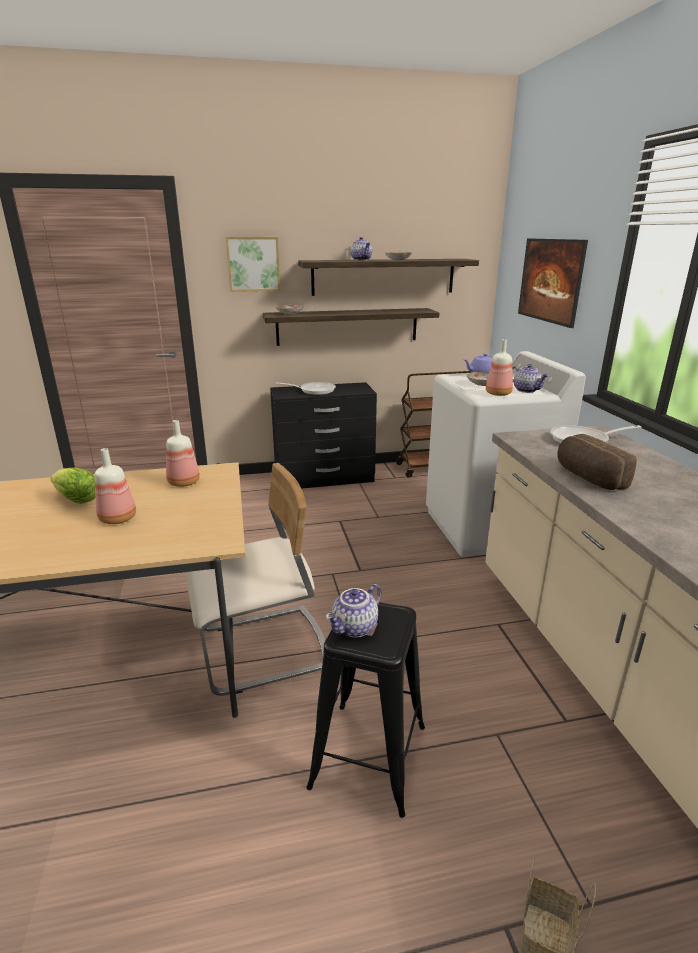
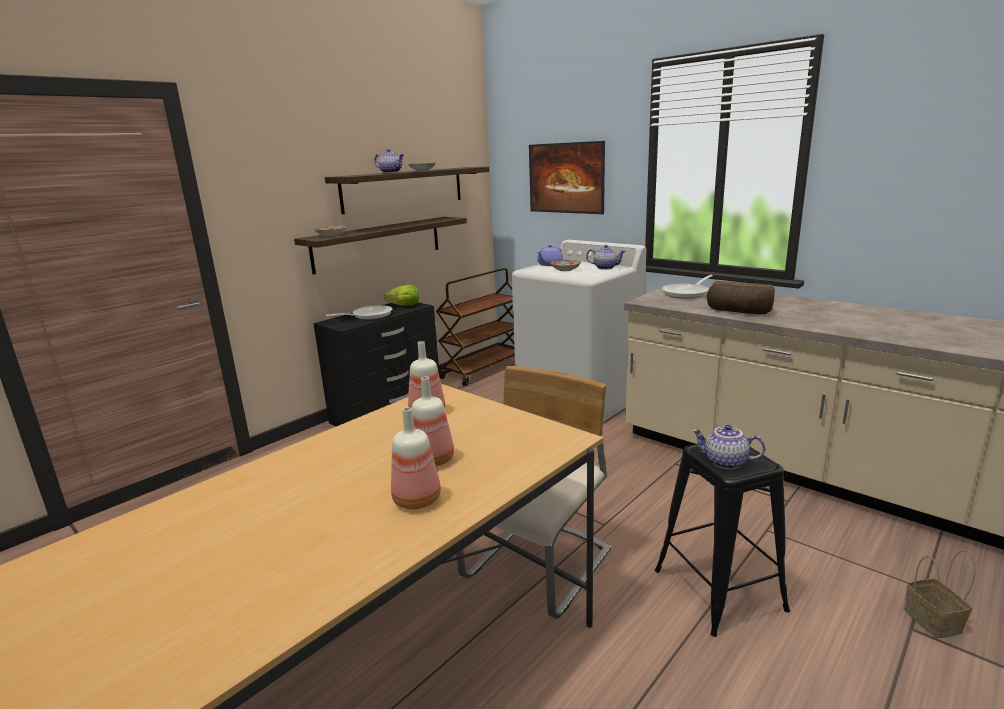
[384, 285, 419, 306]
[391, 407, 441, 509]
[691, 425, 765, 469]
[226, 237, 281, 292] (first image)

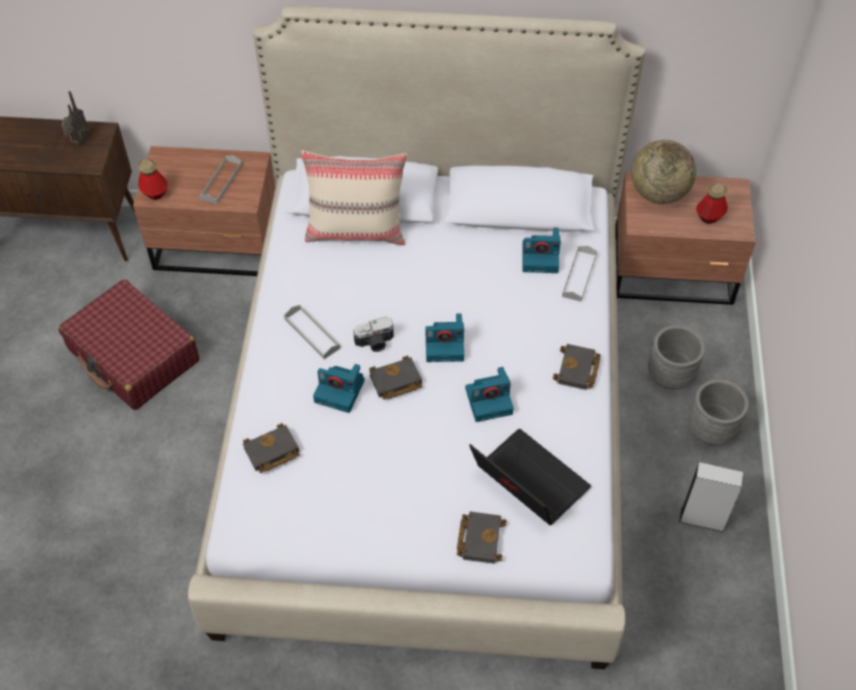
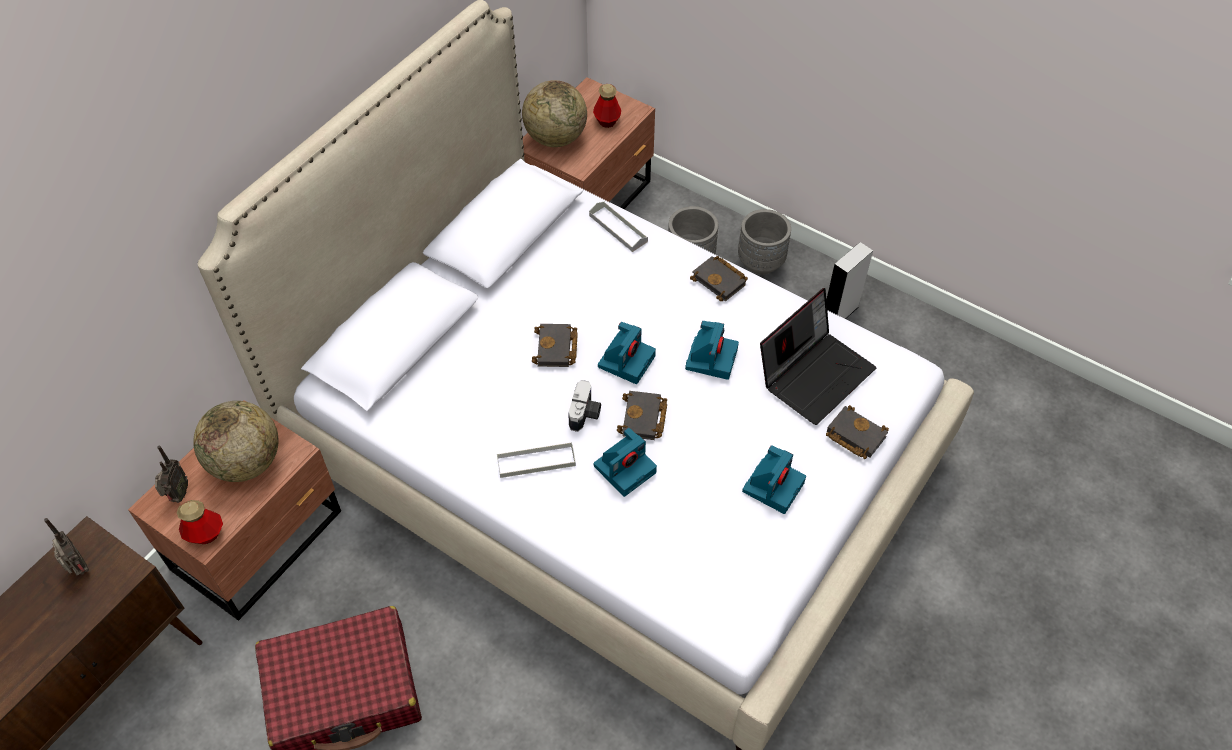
[155, 446, 188, 503]
[193, 401, 279, 482]
[532, 324, 578, 367]
[742, 445, 806, 514]
[760, 288, 876, 425]
[301, 151, 407, 245] (first image)

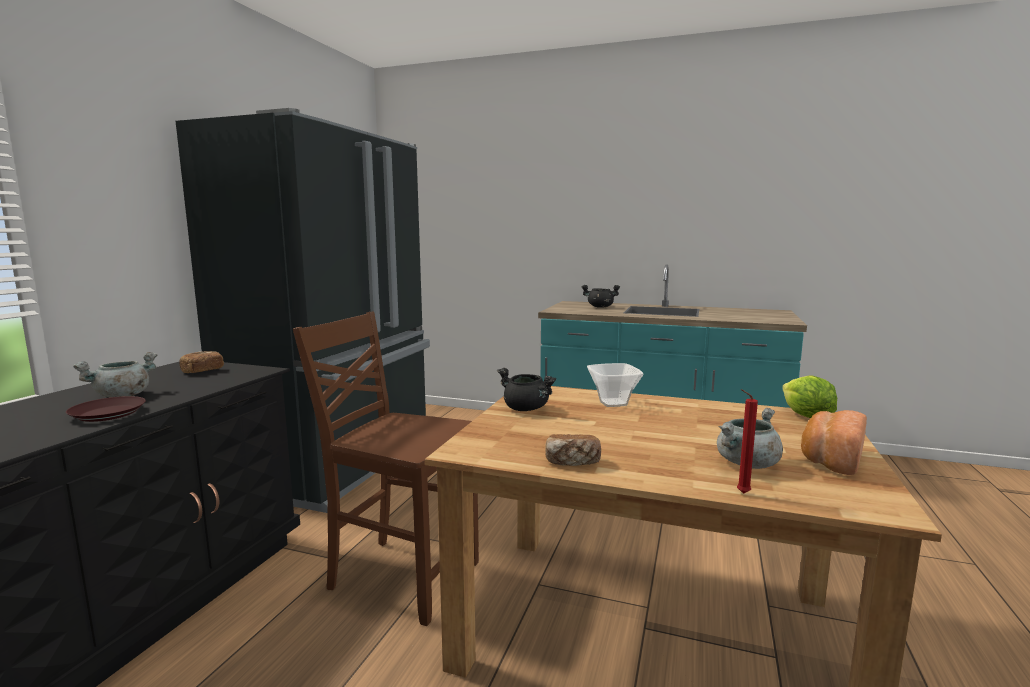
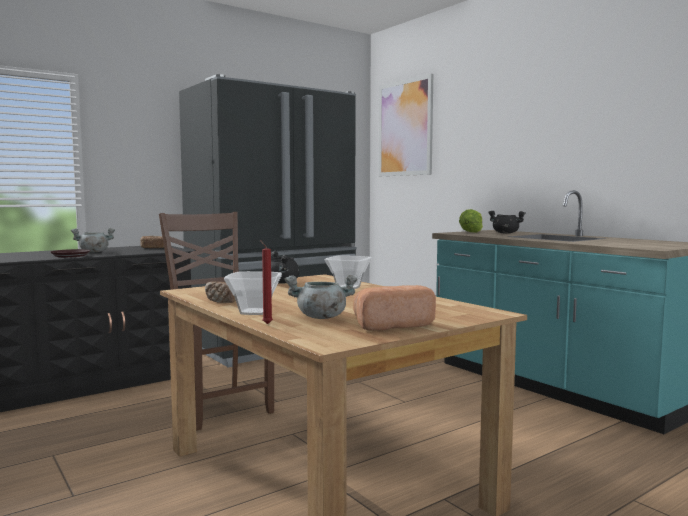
[224, 271, 282, 315]
[379, 74, 433, 176]
[459, 209, 483, 233]

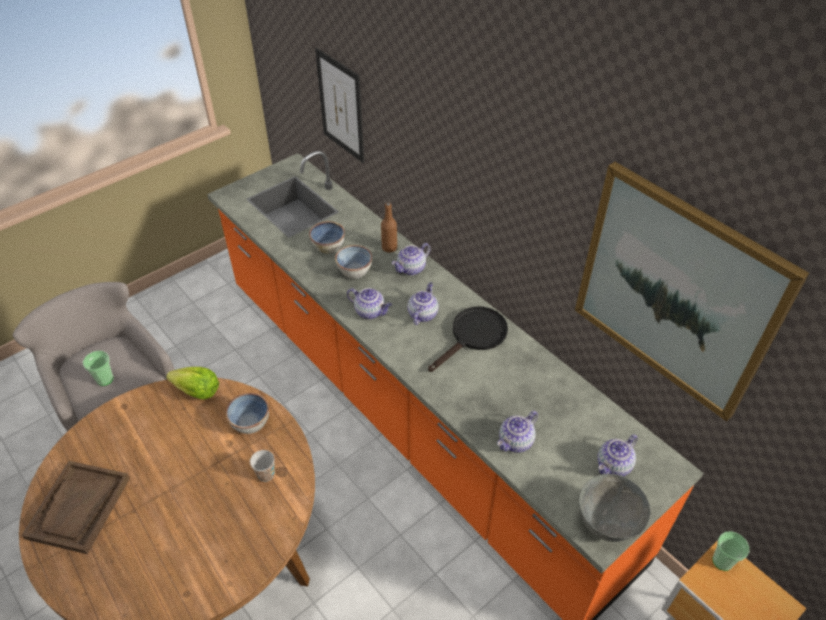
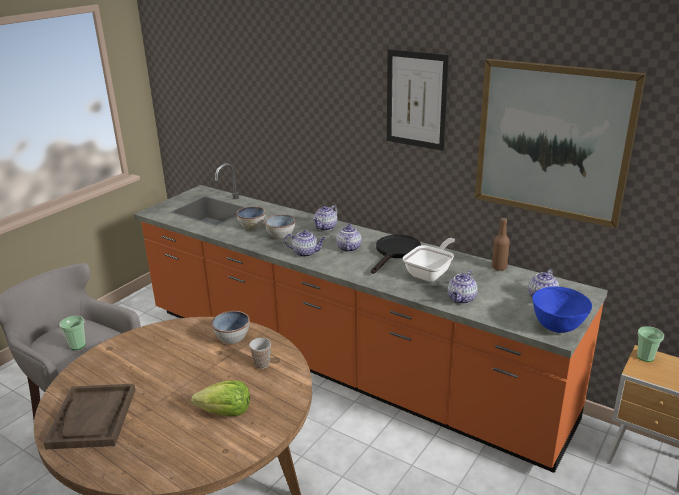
[191, 381, 250, 416]
[387, 49, 449, 151]
[403, 238, 455, 282]
[492, 218, 510, 271]
[532, 286, 592, 333]

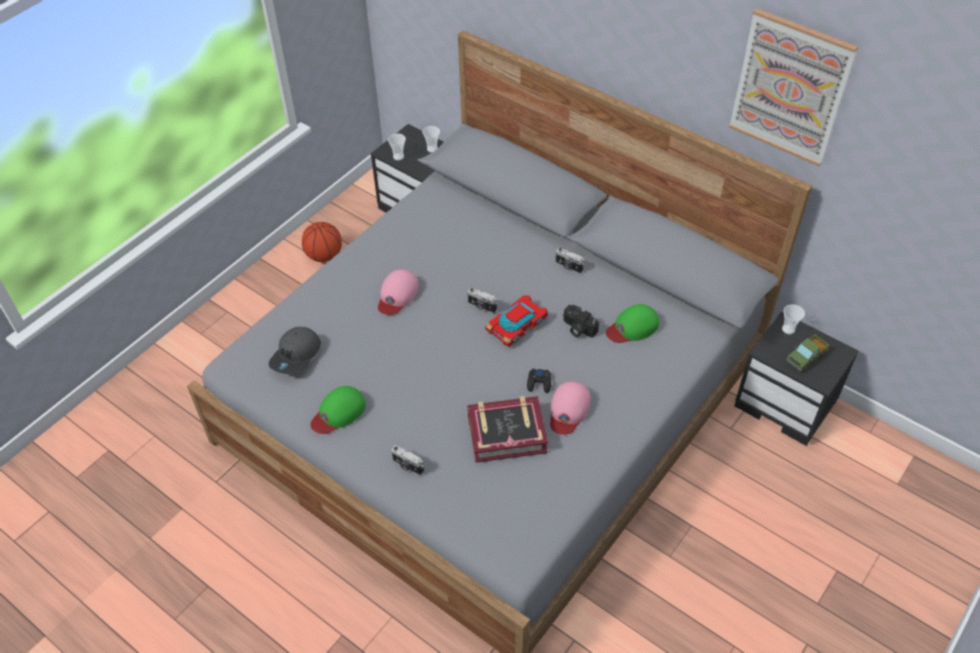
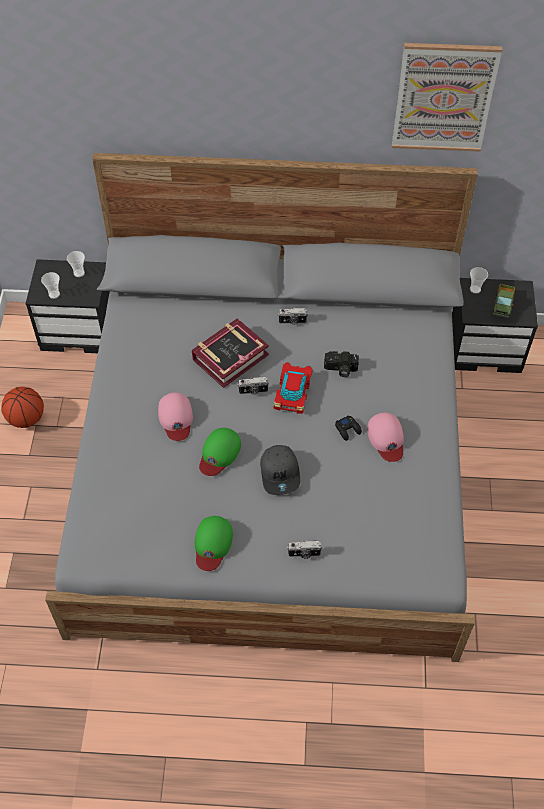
[192, 318, 269, 388]
[199, 428, 241, 476]
[260, 445, 300, 495]

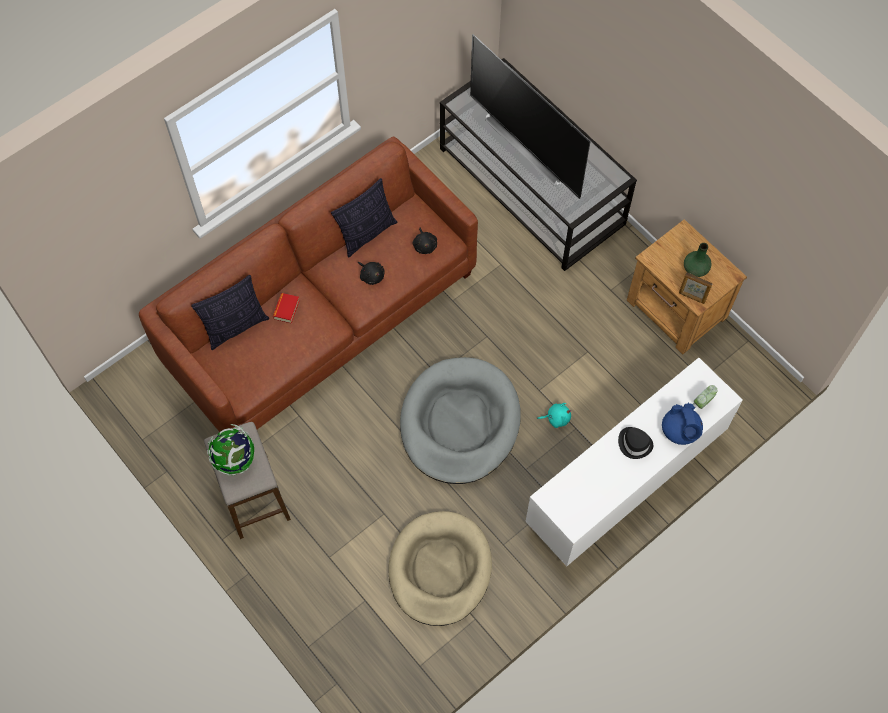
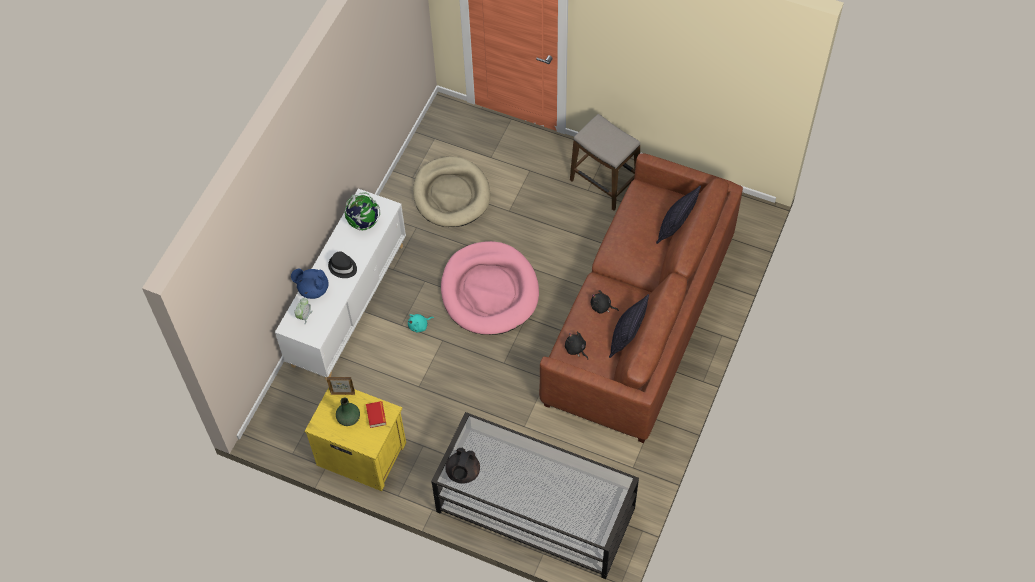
[291, 269, 329, 299]
[304, 387, 406, 491]
[345, 192, 380, 230]
[366, 401, 386, 428]
[441, 241, 539, 335]
[445, 447, 480, 484]
[470, 34, 590, 199] (first image)

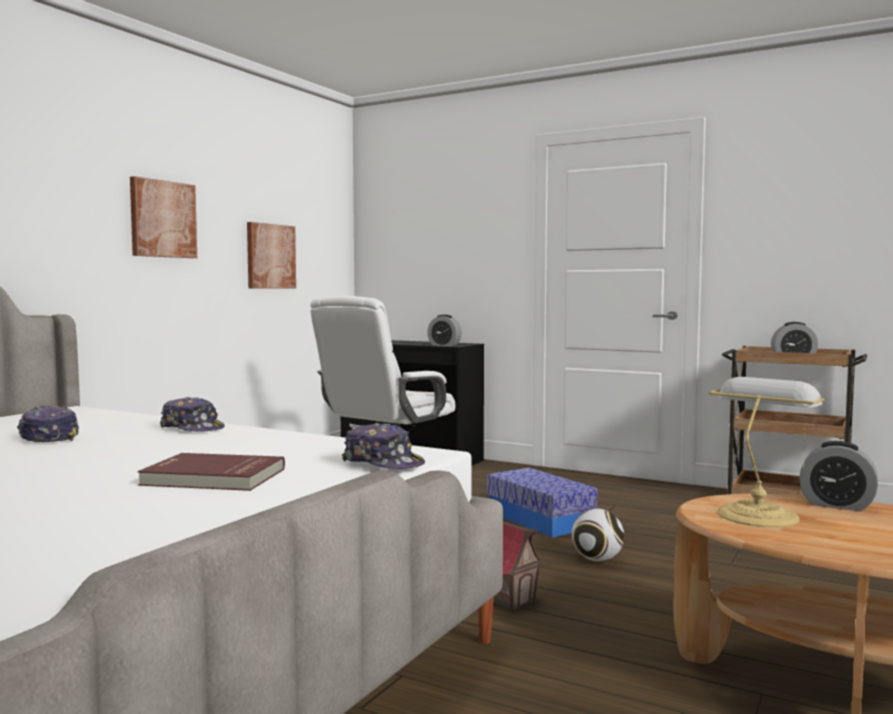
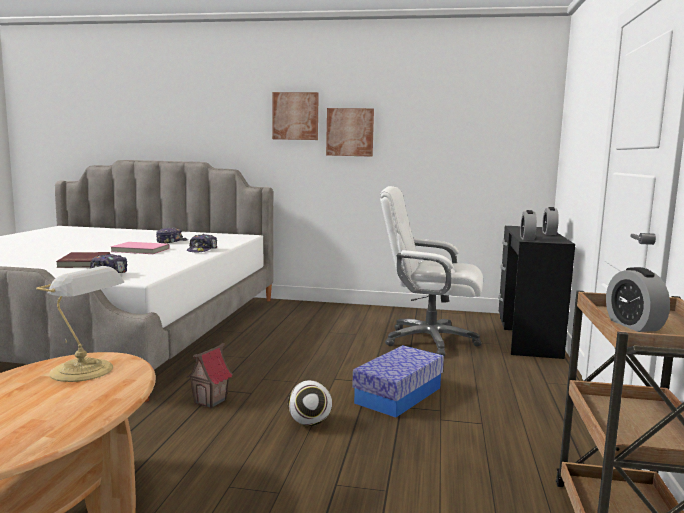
[111, 242, 170, 254]
[272, 92, 319, 140]
[542, 207, 559, 235]

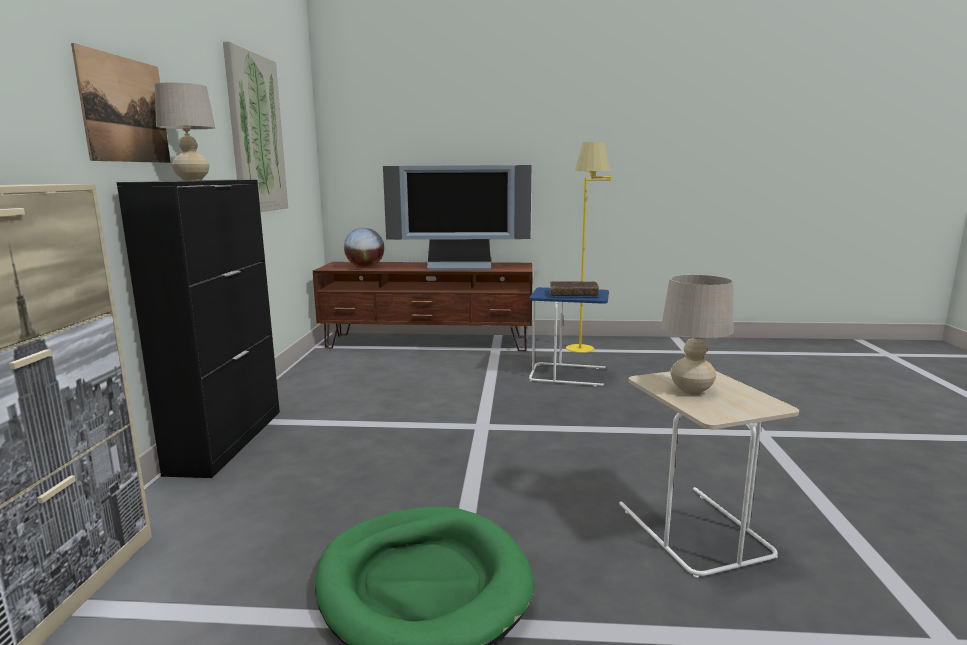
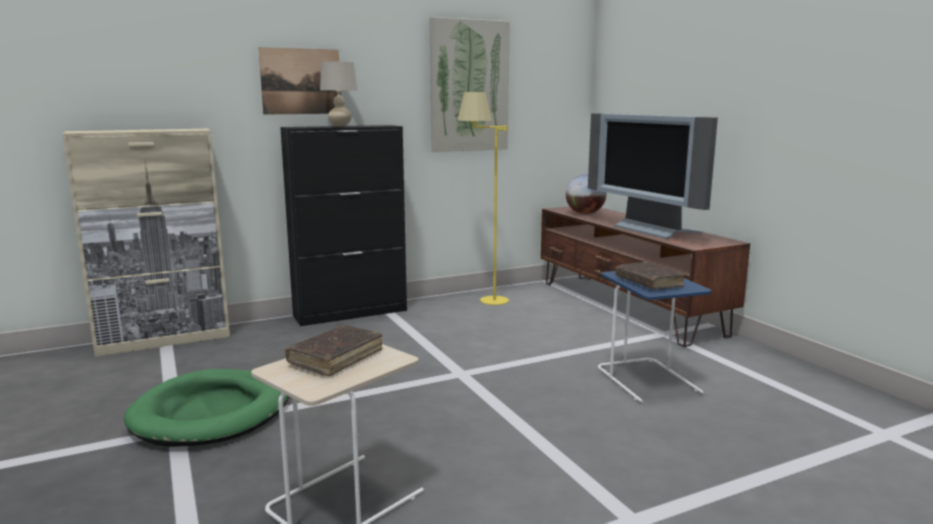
[285, 326, 382, 376]
[457, 92, 509, 305]

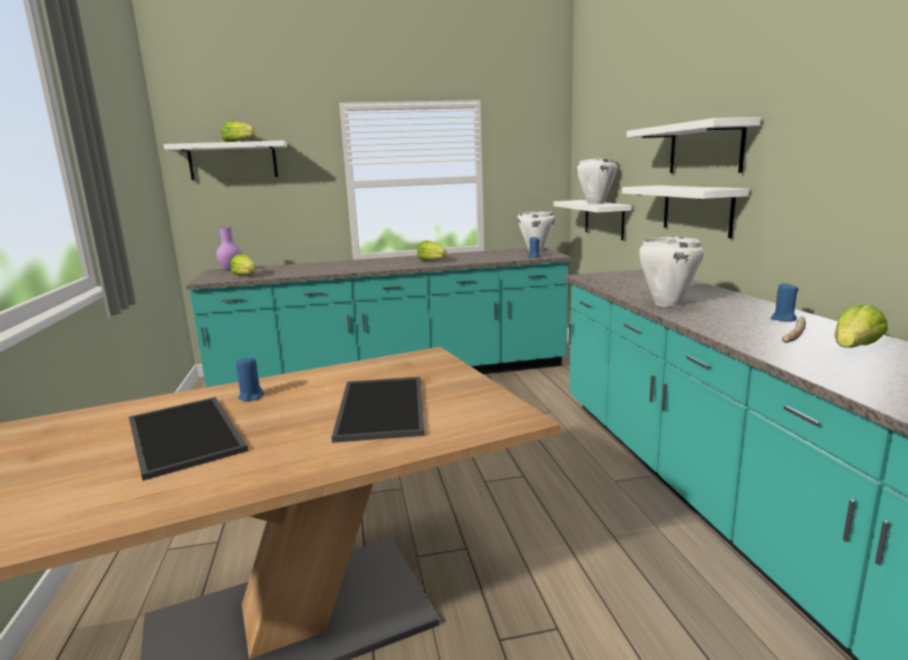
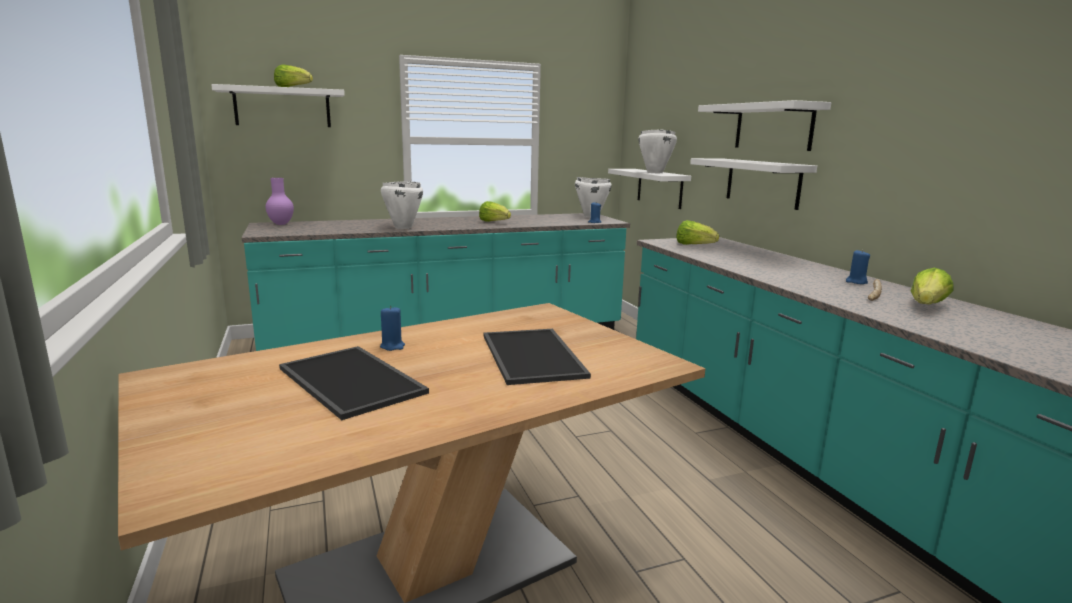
[381, 181, 423, 229]
[676, 220, 719, 245]

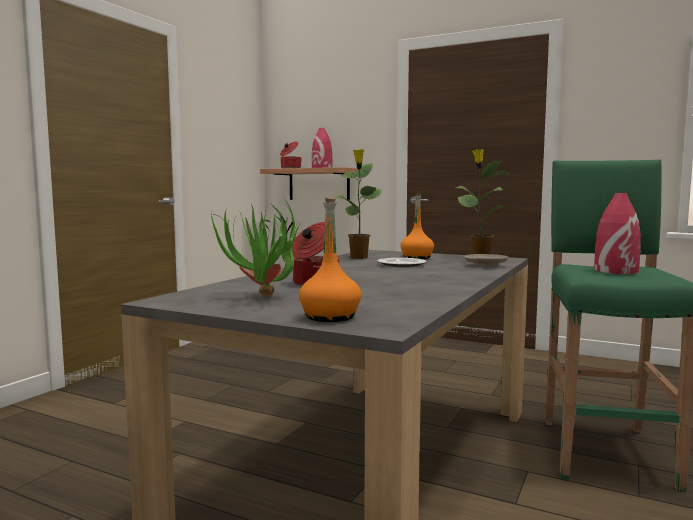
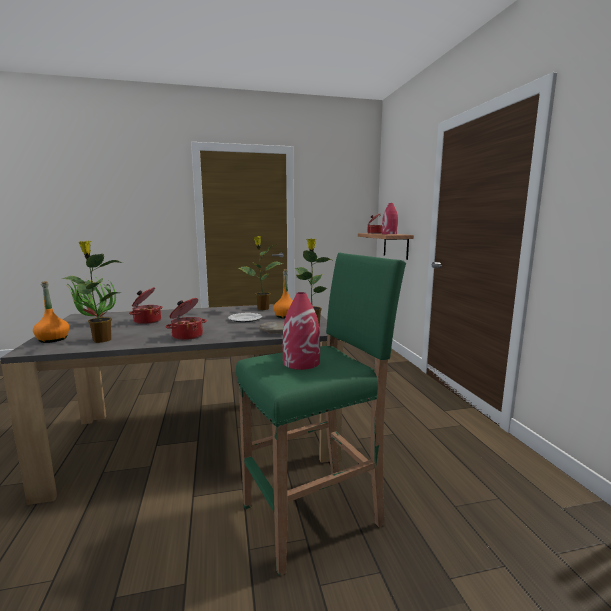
[61, 241, 123, 343]
[165, 298, 207, 340]

